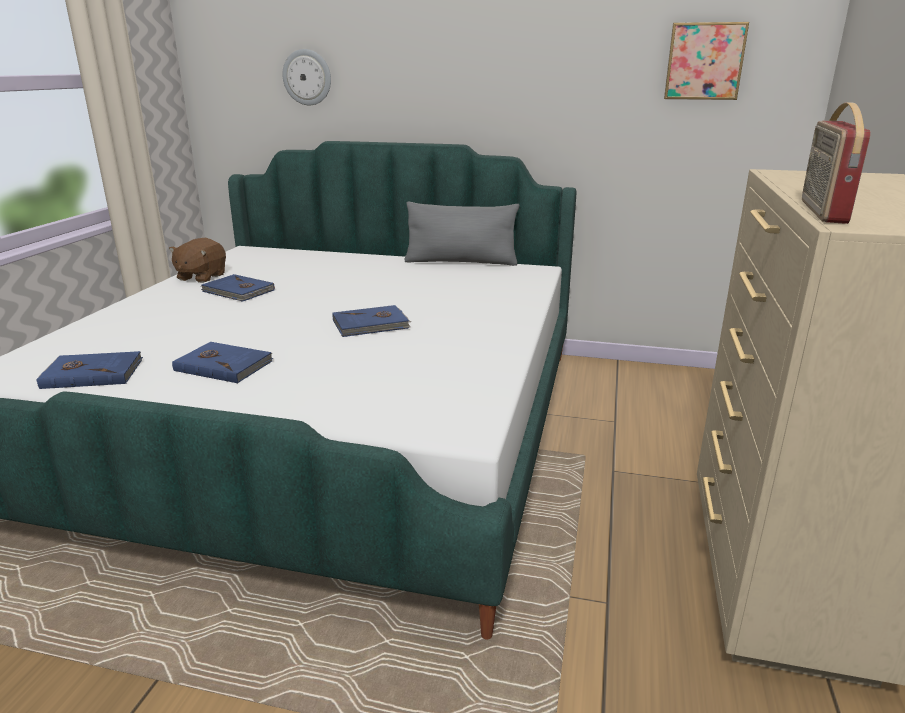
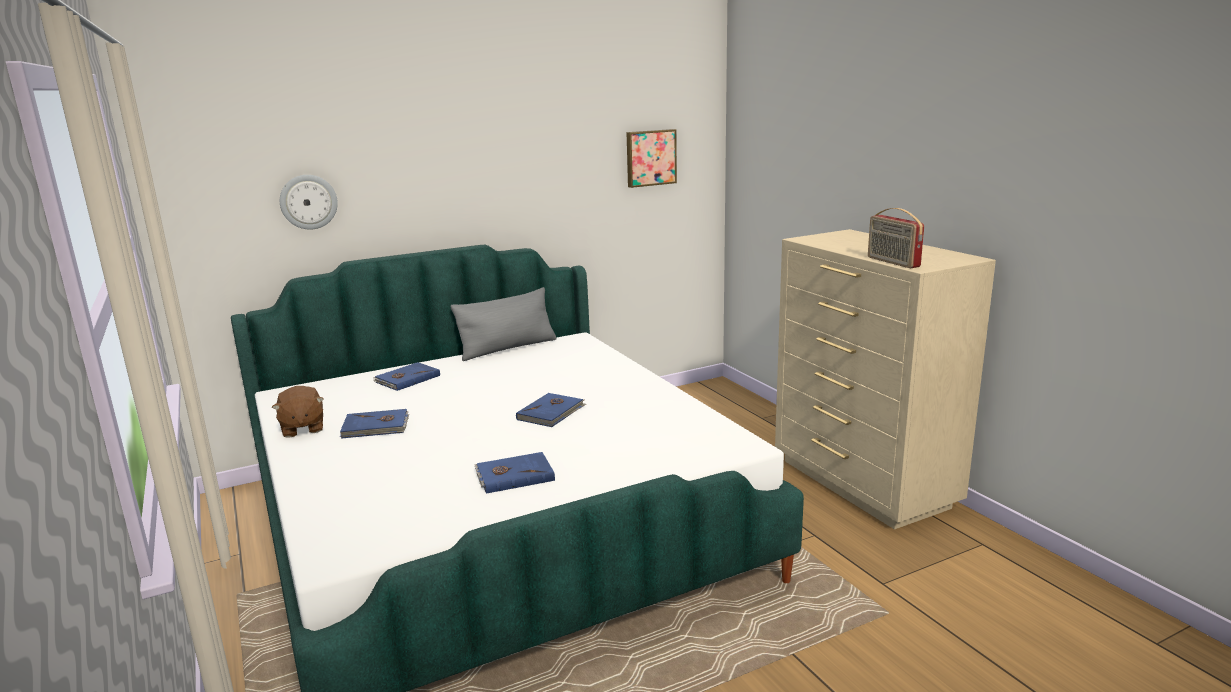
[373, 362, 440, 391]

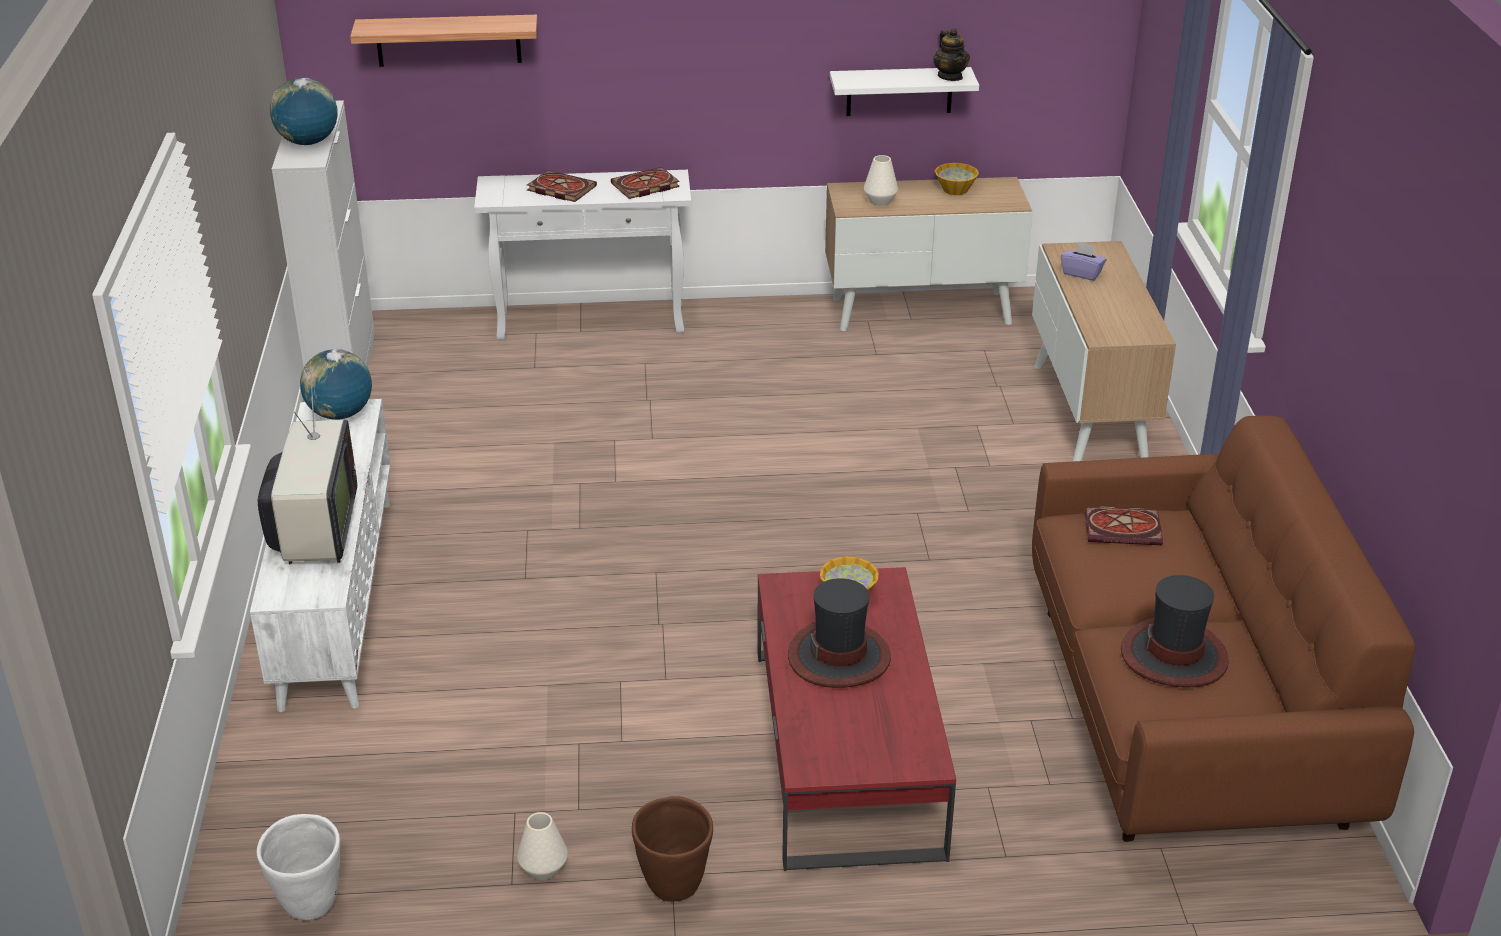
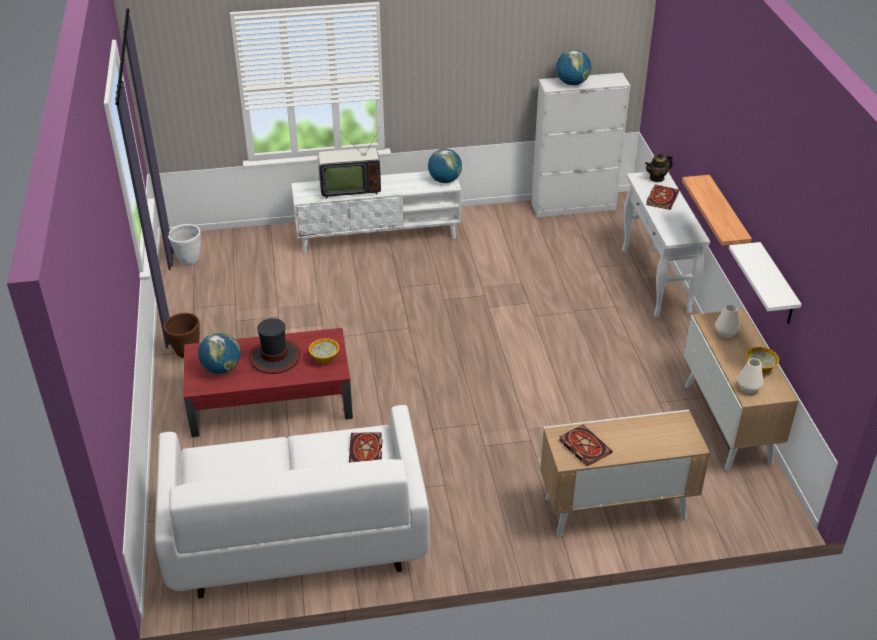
[155, 405, 430, 599]
[198, 332, 240, 374]
[559, 425, 613, 466]
[645, 152, 673, 182]
[682, 175, 752, 246]
[737, 358, 764, 394]
[1061, 242, 1106, 281] (first image)
[1121, 575, 1229, 687] (first image)

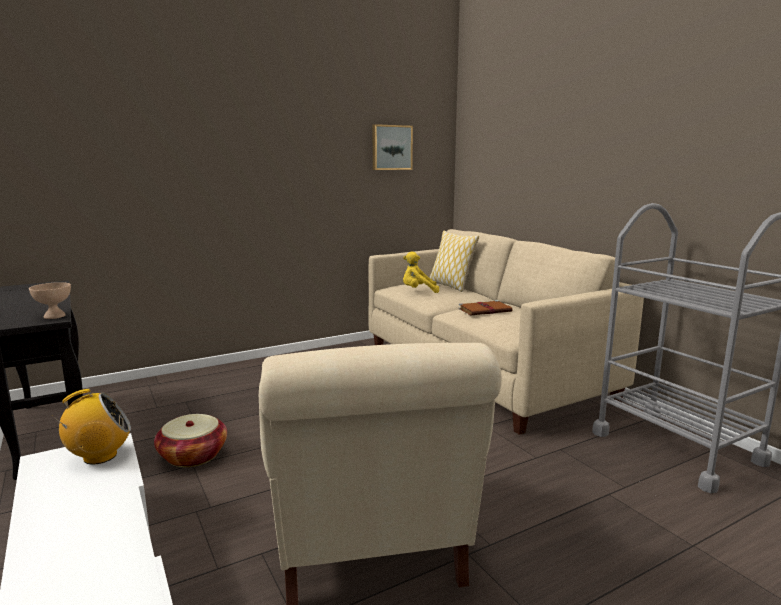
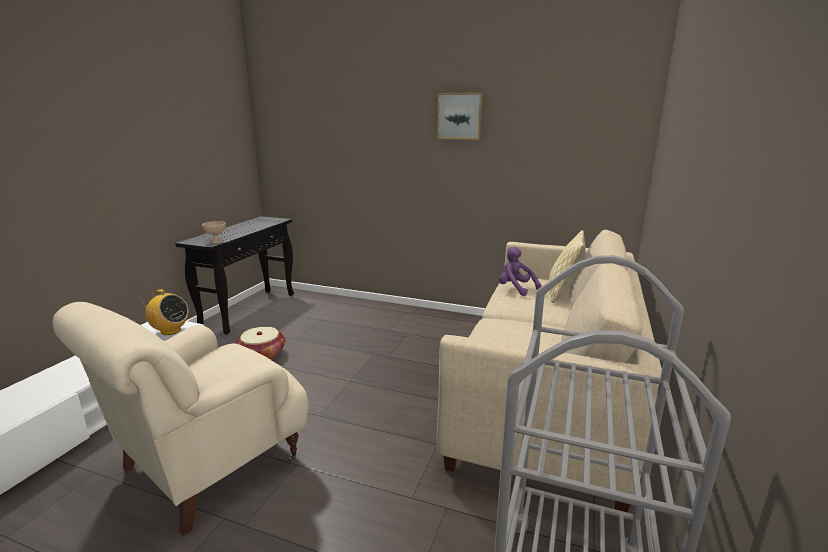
[437, 92, 483, 140]
[499, 247, 541, 296]
[458, 300, 513, 316] (first image)

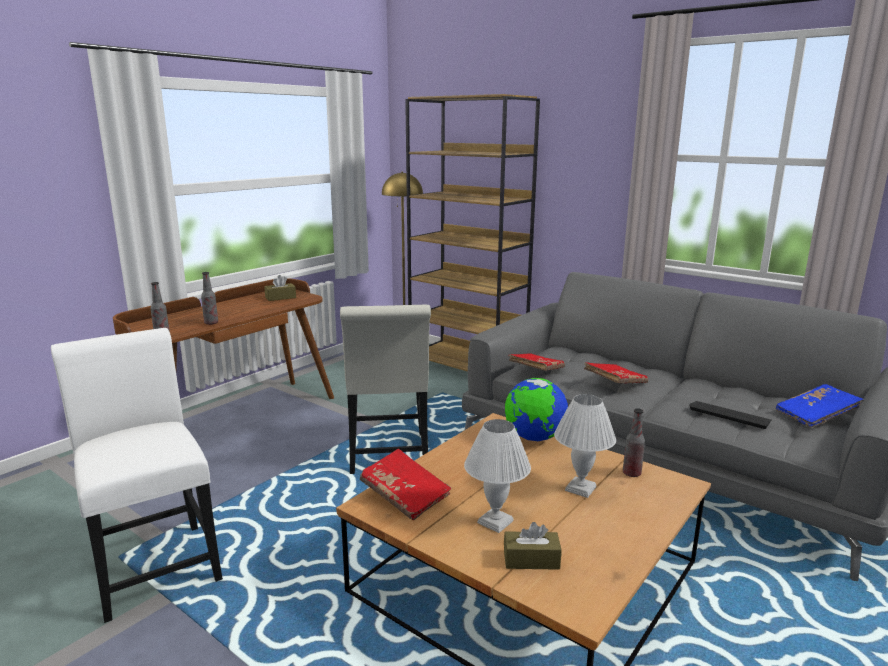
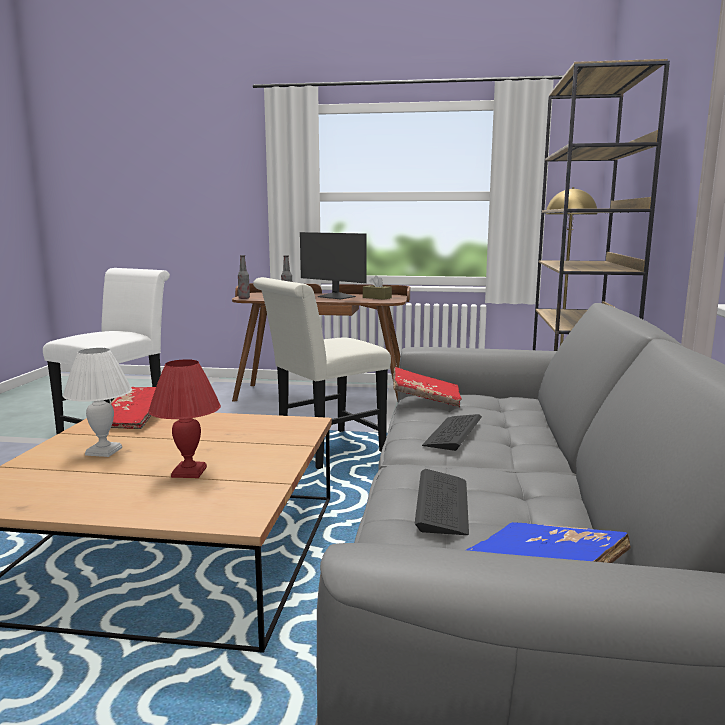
[148, 359, 221, 478]
[300, 232, 367, 299]
[422, 414, 482, 451]
[504, 522, 562, 570] (first image)
[505, 378, 568, 441] (first image)
[623, 408, 645, 477] (first image)

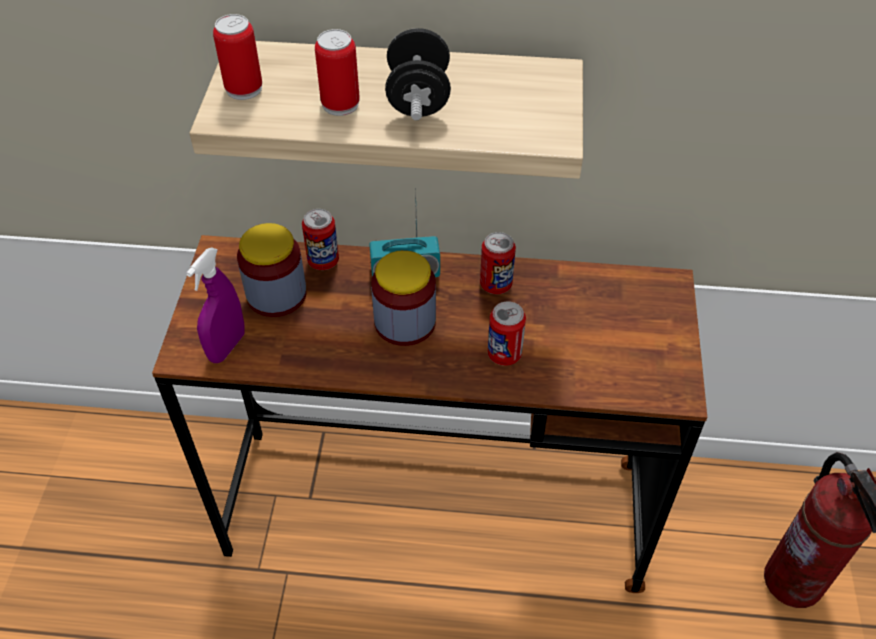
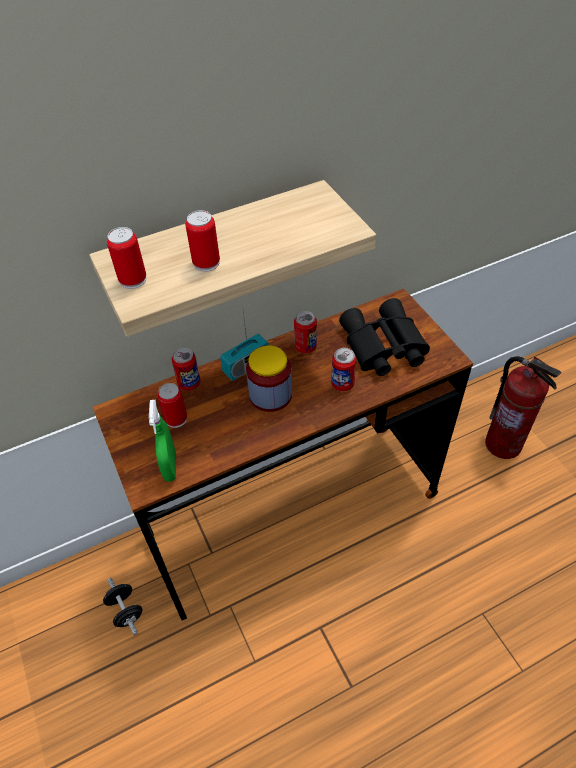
[103, 578, 143, 635]
[149, 400, 176, 482]
[157, 383, 187, 428]
[339, 298, 430, 376]

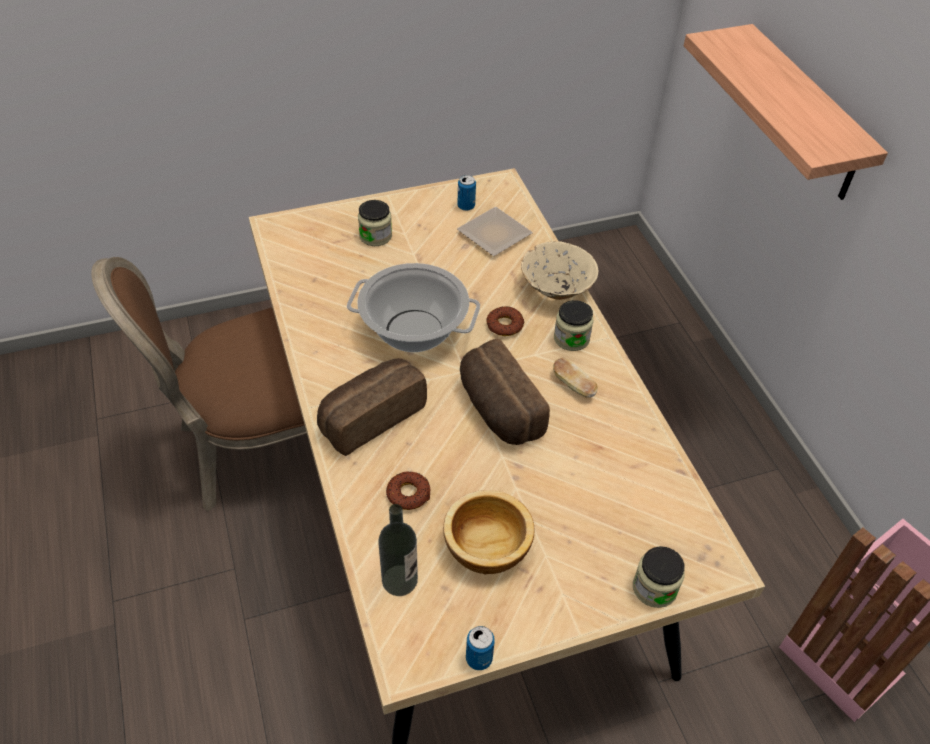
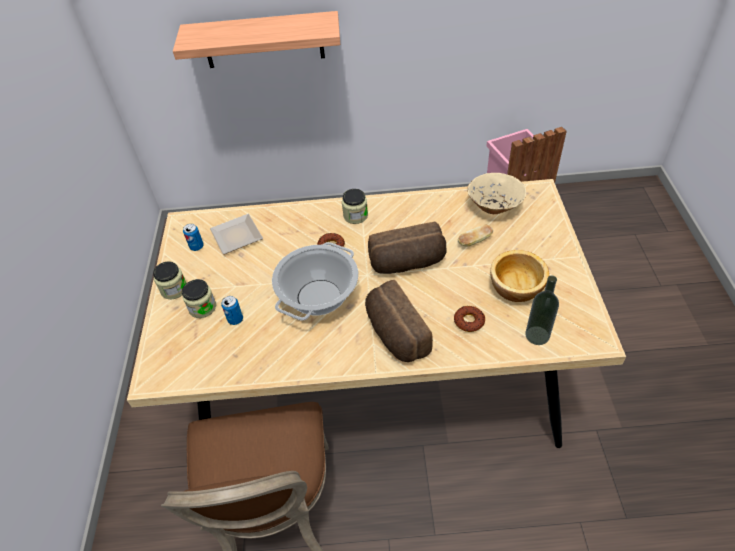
[153, 261, 186, 299]
[221, 296, 243, 325]
[458, 225, 493, 247]
[467, 173, 526, 214]

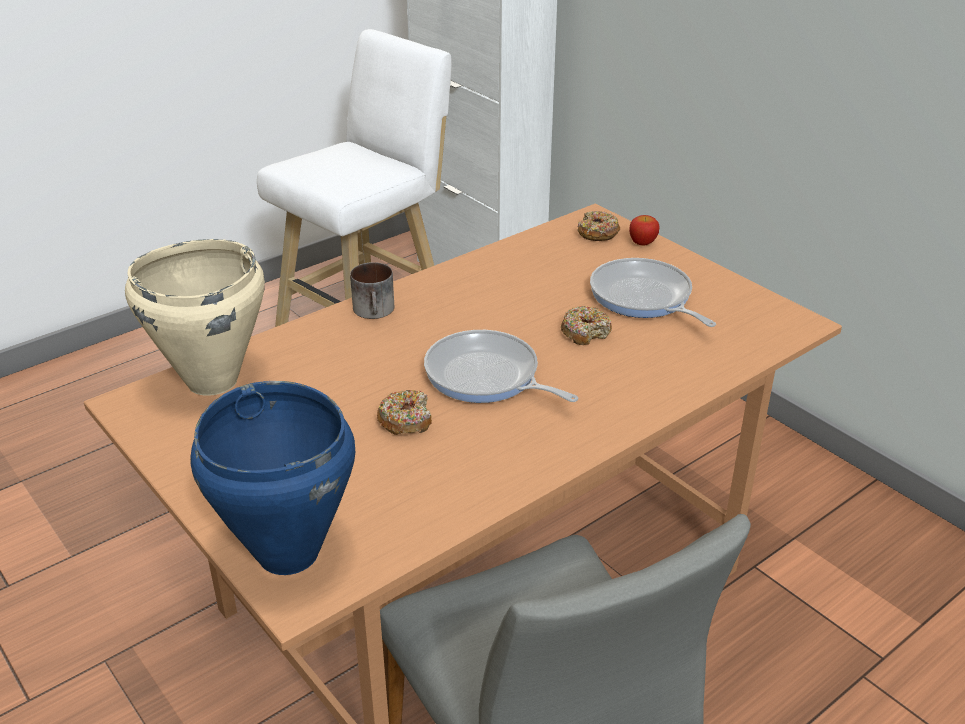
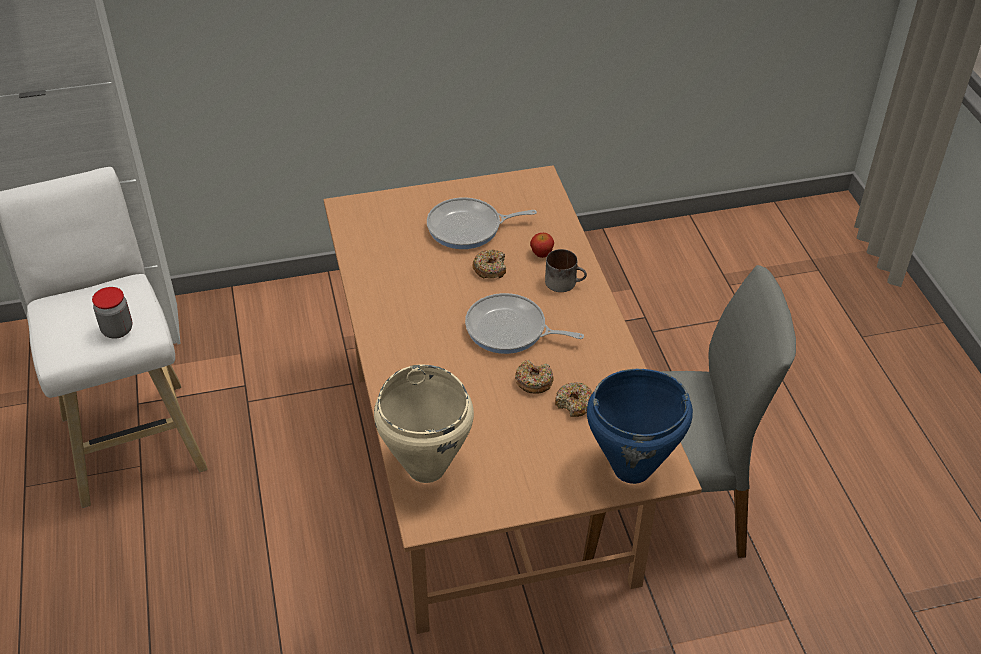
[92, 287, 132, 339]
[465, 293, 584, 354]
[530, 233, 554, 258]
[545, 249, 587, 292]
[555, 382, 592, 417]

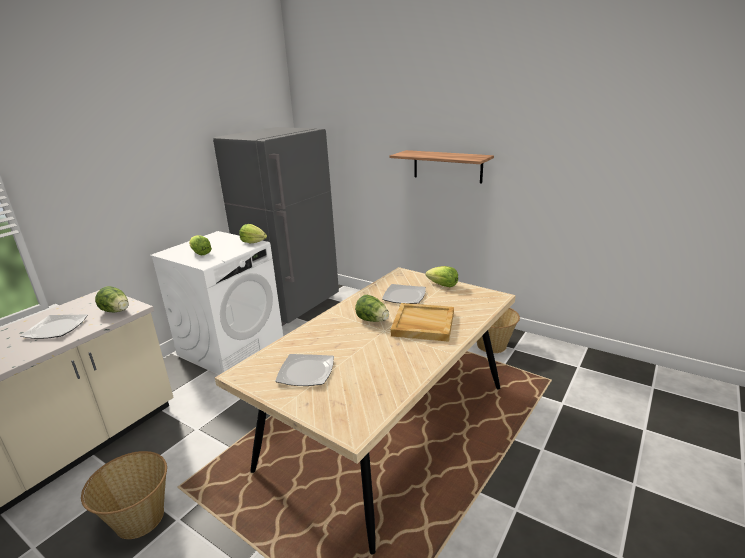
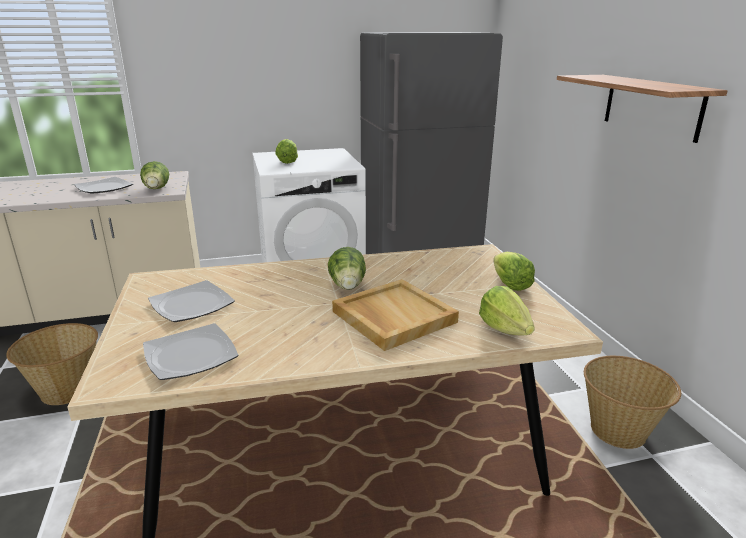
[143, 323, 239, 380]
[479, 286, 535, 335]

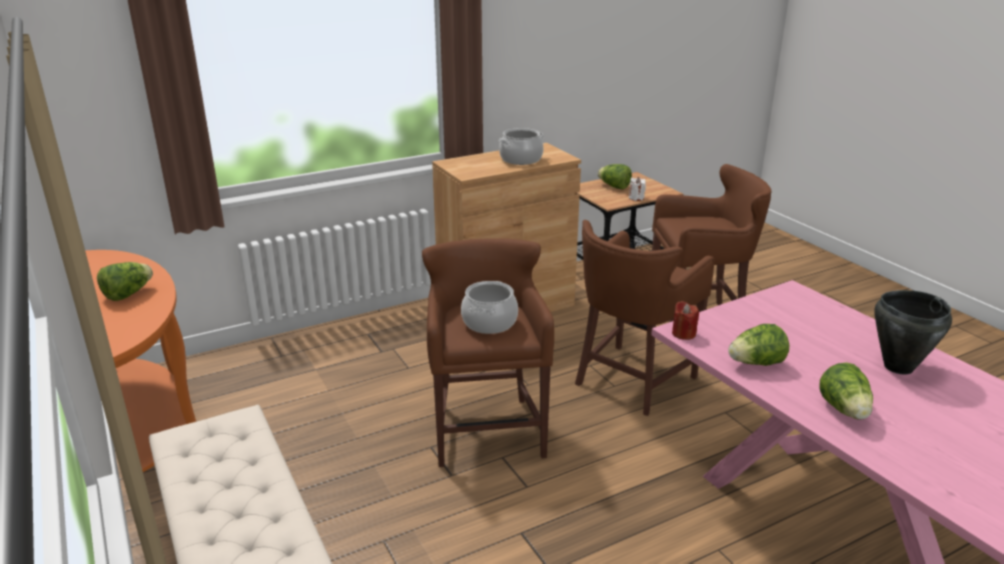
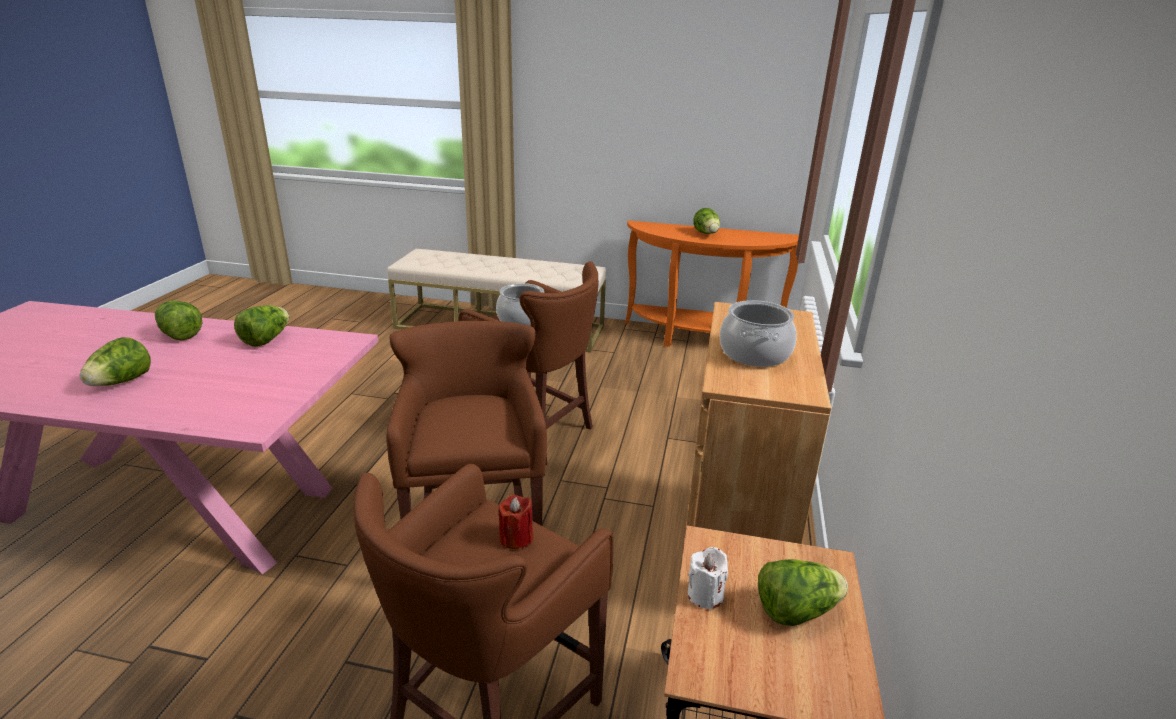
[80, 337, 151, 386]
[499, 495, 533, 549]

